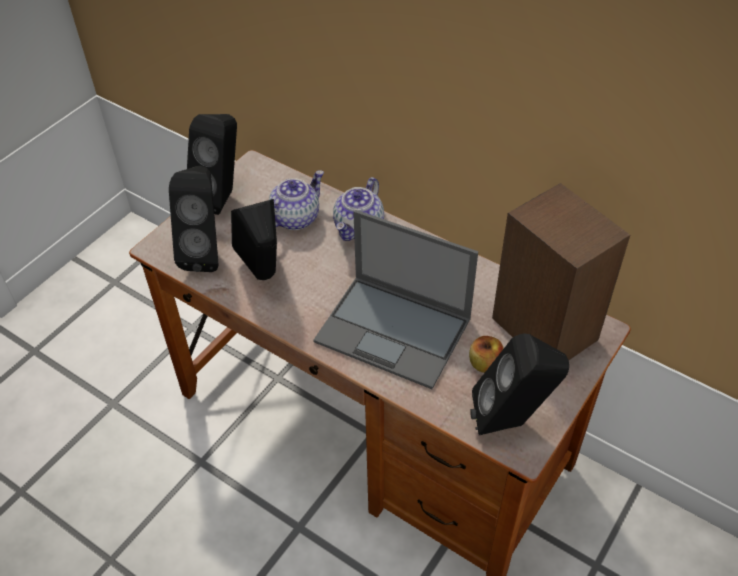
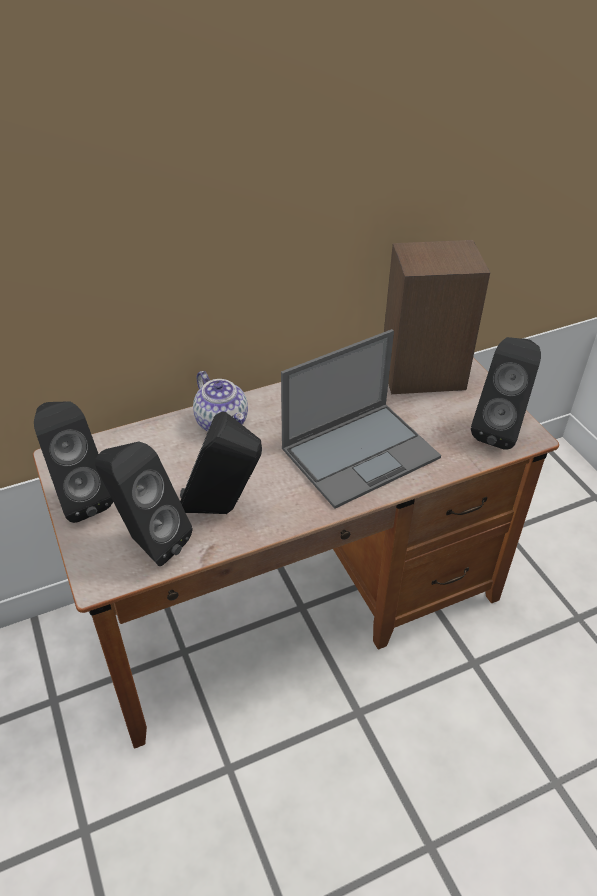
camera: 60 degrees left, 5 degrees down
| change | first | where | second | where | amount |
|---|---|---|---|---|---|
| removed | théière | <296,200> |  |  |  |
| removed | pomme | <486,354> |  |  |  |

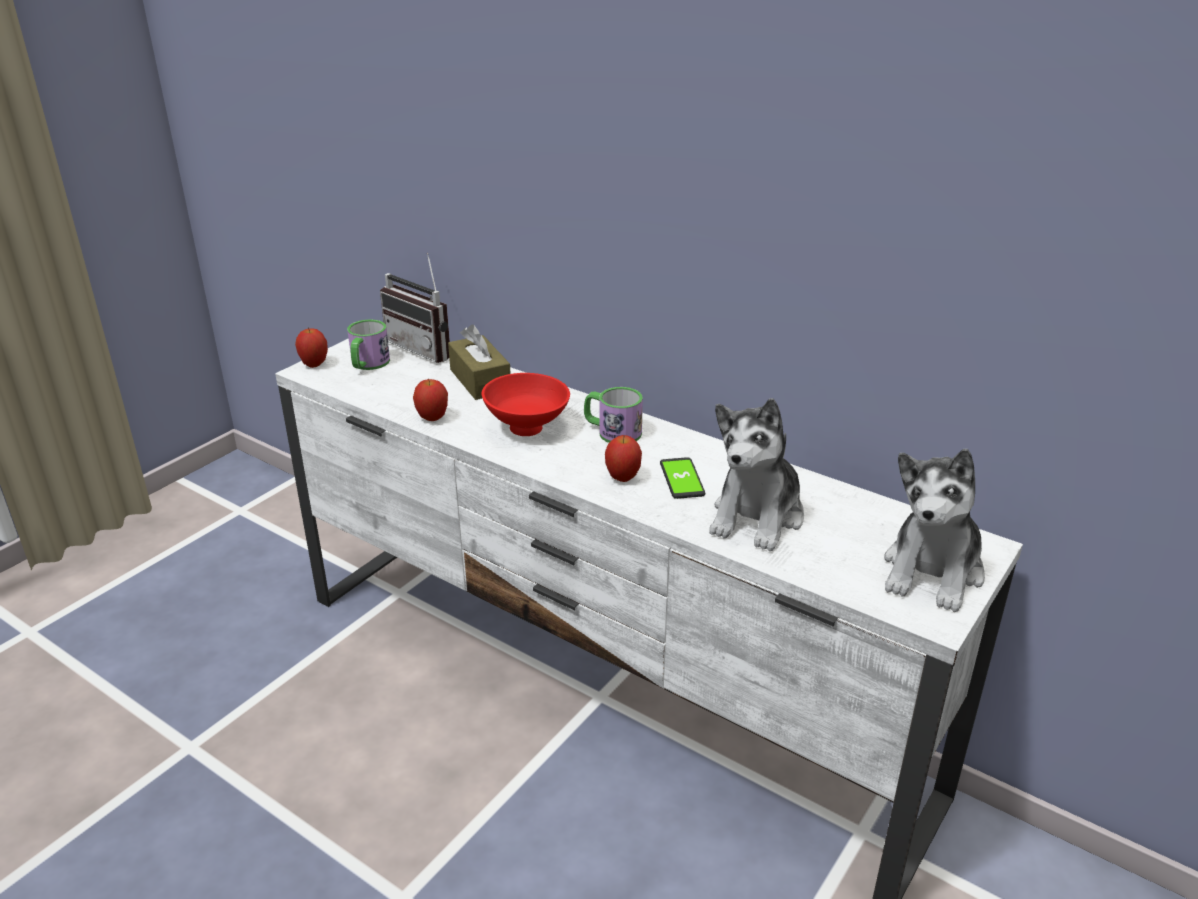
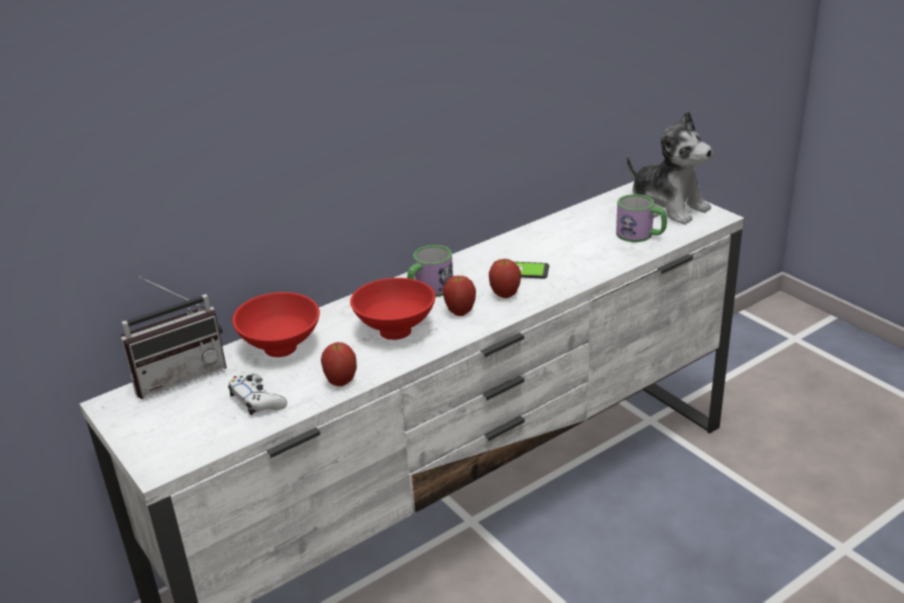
camera: 70 degrees left, 0 degrees up
| change | first | where | second | where | amount |
|---|---|---|---|---|---|
| moved | mug | <368,345> |  | <641,218> |  |
| replaced | boîte à mouchoirs (marron) | <479,362> | bol (rouge) | <276,324> |  |
| moved | pomme | <311,347> |  | <459,295> |  |
| removed | peluche | <756,474> |  |  |  |
| added |  |  | manette (blanc) | <257,393> |  |

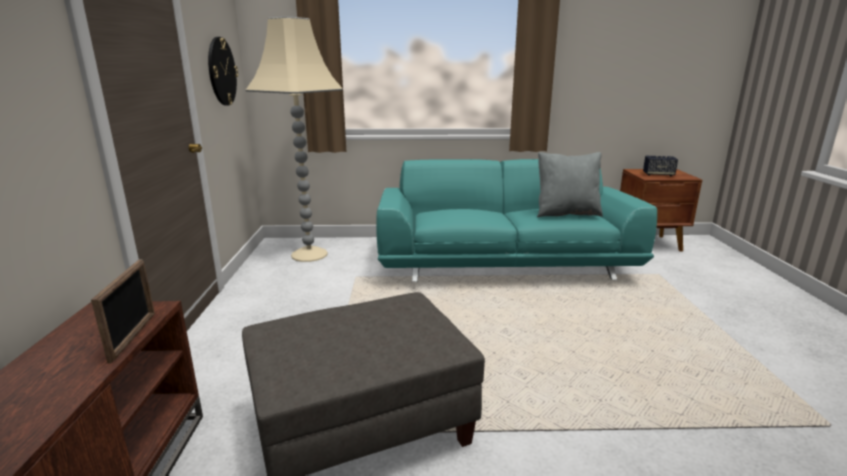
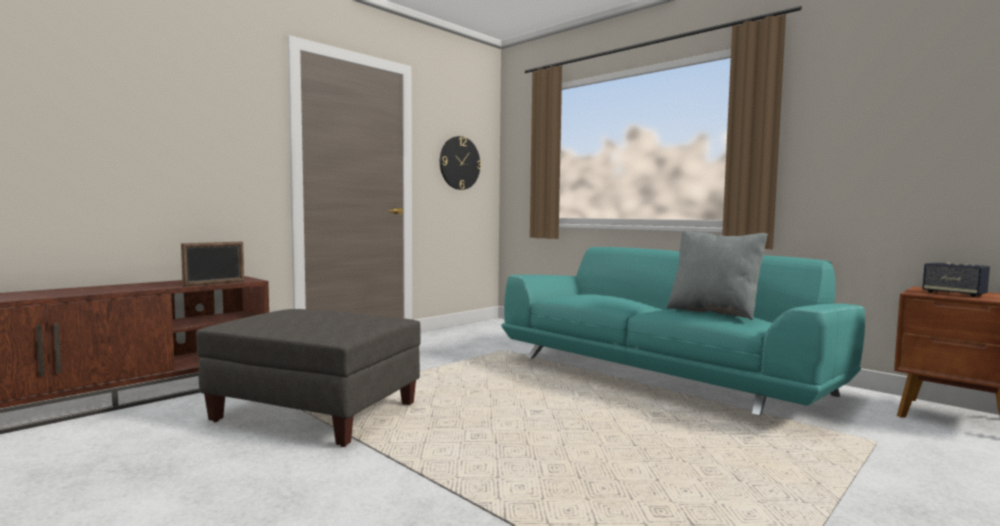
camera: 45 degrees right, 15 degrees down
| change | first | where | second | where | amount |
|---|---|---|---|---|---|
| removed | lampadaire (beige) | <294,139> |  |  |  |

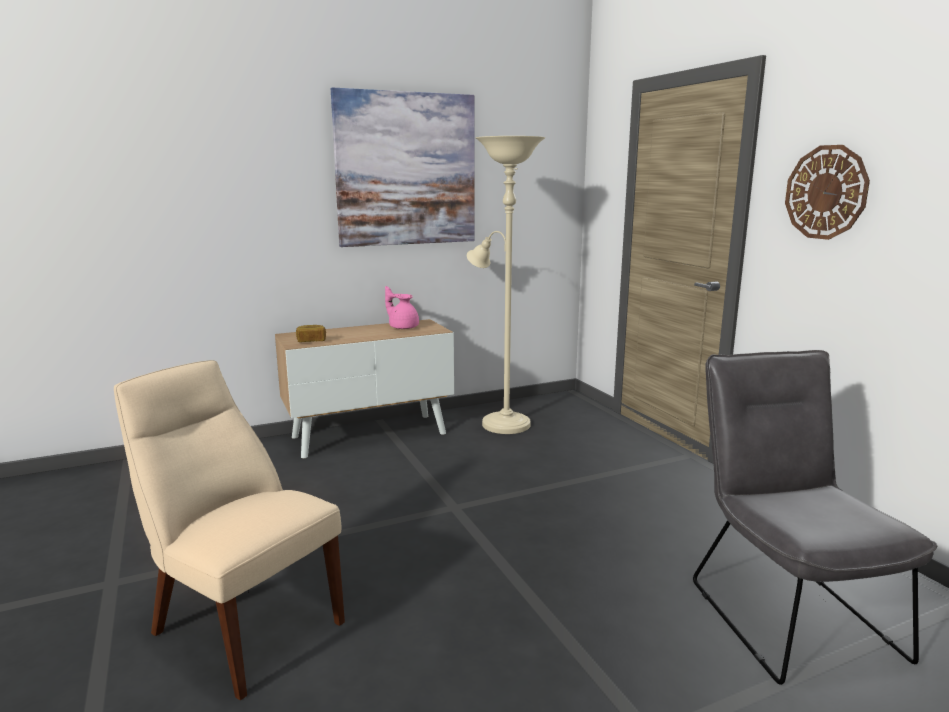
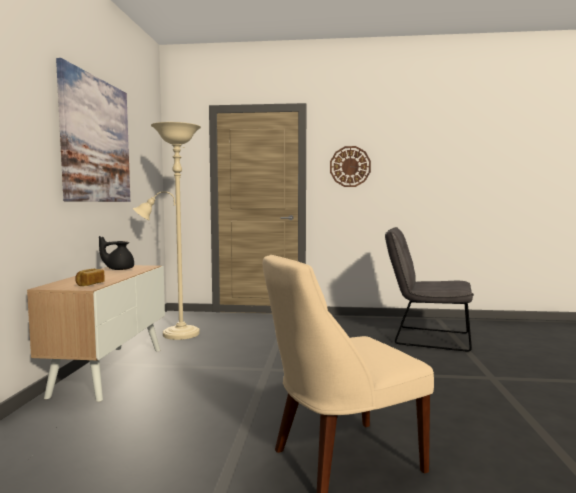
camera: 60 degrees left, 10 degrees down
| change | first | where | second | where | amount |
|---|---|---|---|---|---|
| recoloured | théière (rose) | <402,307> | théière (noir) | <116,253> |  |

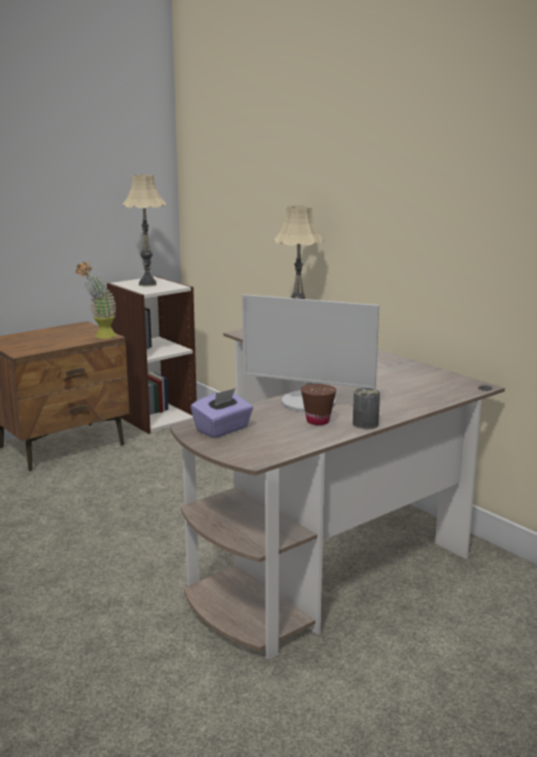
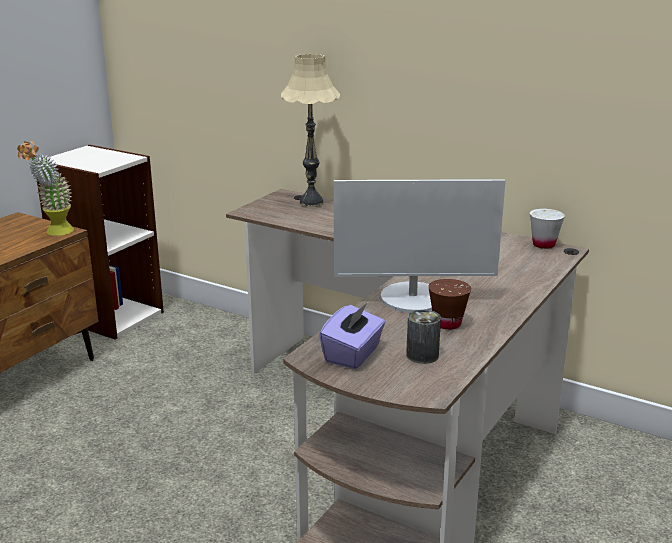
camera: 20 degrees left, 5 degrees up
| change | first | where | second | where | amount |
|---|---|---|---|---|---|
| removed | lampe de table (beige) | <144,230> |  |  |  |
| moved | boîte métallique | <366,408> |  | <423,337> |  |
| added |  |  | tasse (blanc) | <547,229> |  |

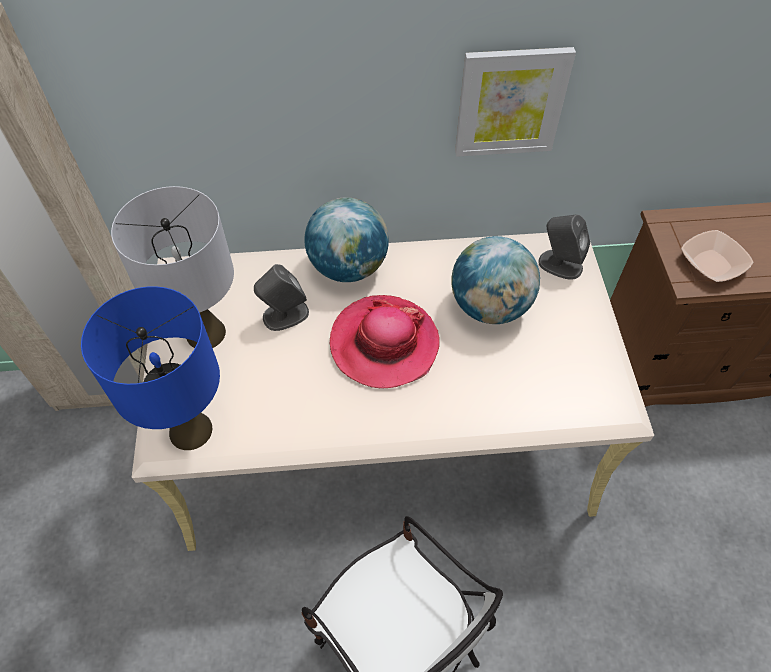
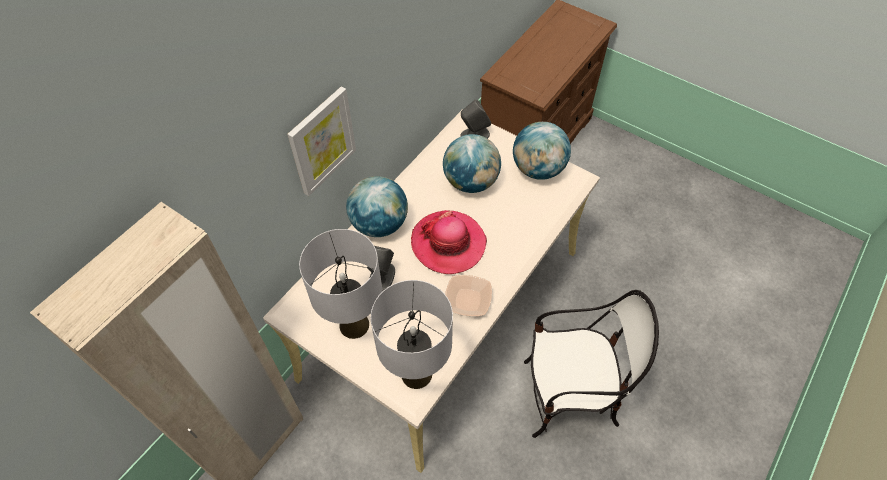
camera: 50 degrees left, 0 degrees up
| change | first | where | second | where | amount |
|---|---|---|---|---|---|
| moved | tableau | <515,102> |  | <321,141> |  |
| moved | bol | <717,256> |  | <468,295> |  |
| recoloured | lampe de table (bleu) | <150,368> | lampe de table (gris) | <412,334> |  |
| added |  |  | globe | <542,151> |  |

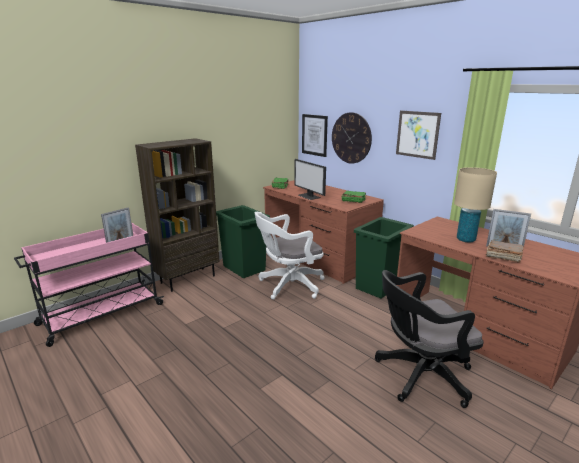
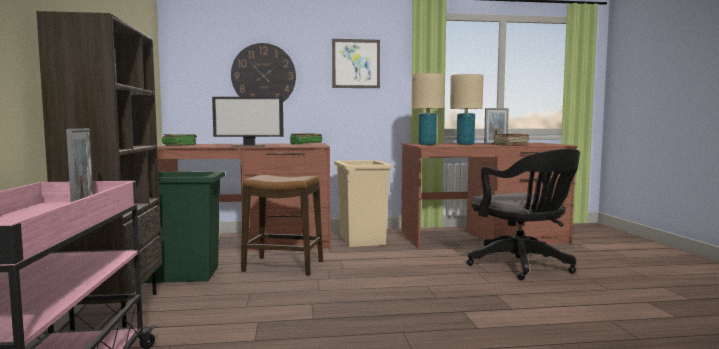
camera: 55 degrees left, 15 degrees down
| change | first | where | second | where | amount |
|---|---|---|---|---|---|
| removed | tableau | <315,135> |  |  |  |
| replaced | chaise de bureau (blanc) | <290,256> | tabouret | <282,225> |  |
| recoloured | poubelle (vert) | <384,258> | poubelle (beige) | <363,203> |  |
| turned | chaise de bureau (noir) | <429,339> |  | <523,214> | 45 degrees counterclockwise |
| added |  |  | lampe de table (beige) | <428,109> |  |

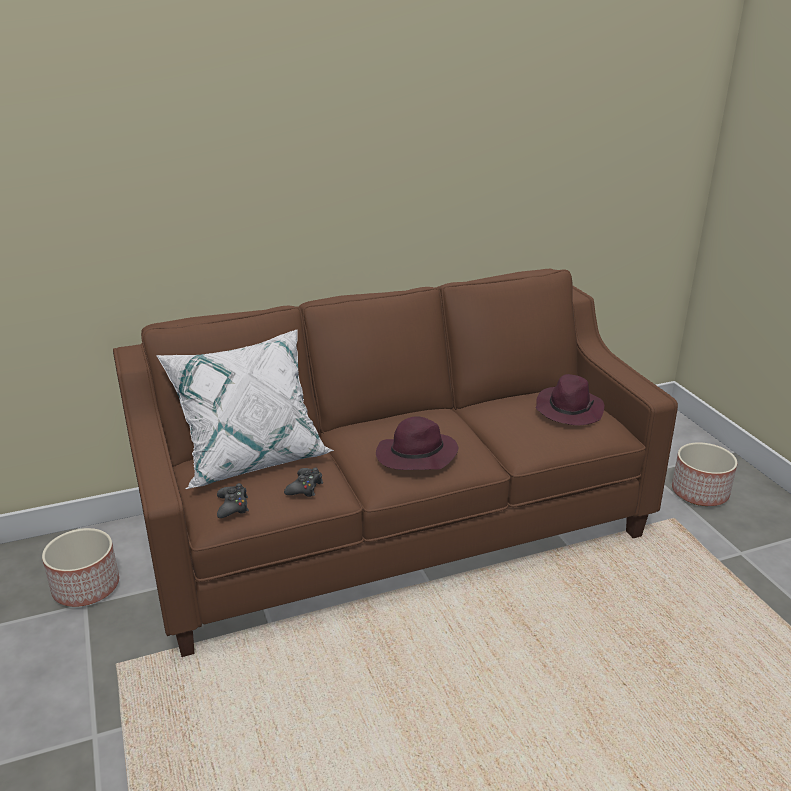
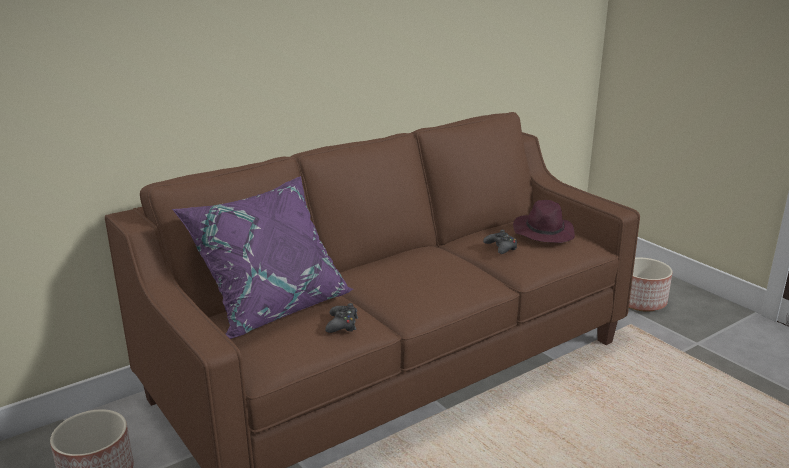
camera: 15 degrees left, 5 degrees down
| change | first | where | second | where | amount |
|---|---|---|---|---|---|
| recoloured | coussin (blanc) | <245,409> | coussin (violet) | <262,257> |  |
| removed | chapeau (violet) | <417,443> |  |  |  |
| moved | manette (noir) | <233,500> |  | <500,242> |  |

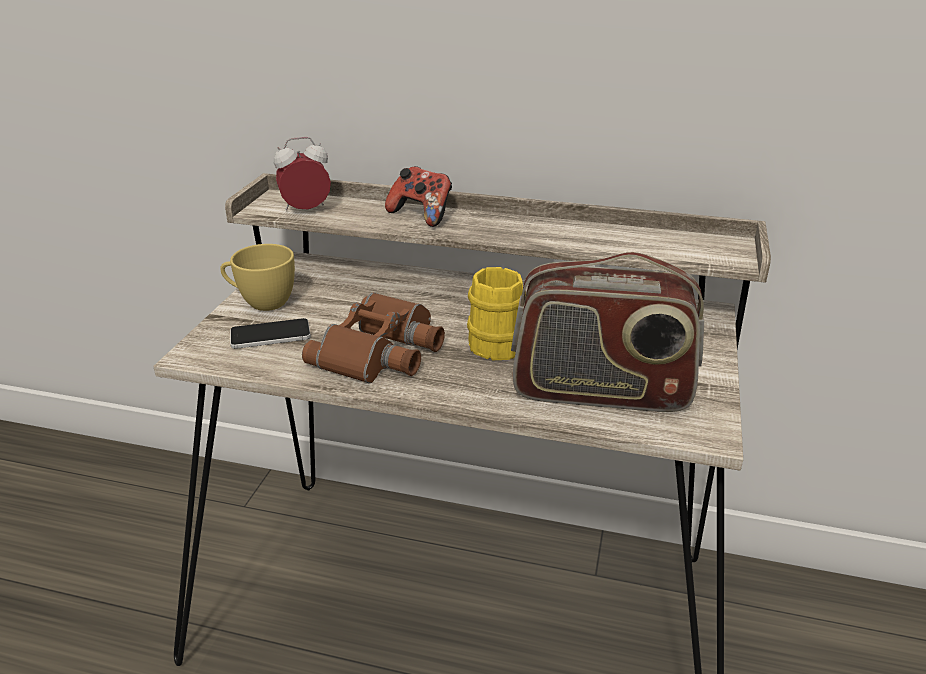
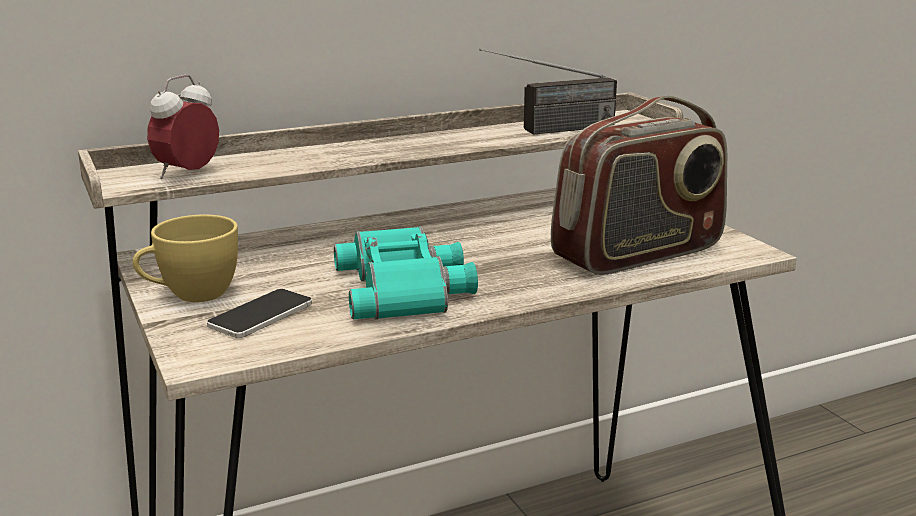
camera: 40 degrees left, 10 degrees down
| change | first | where | second | where | amount |
|---|---|---|---|---|---|
| removed | manette | <418,196> |  |  |  |
| removed | mug (jaune) | <496,313> |  |  |  |
| recoloured | jumelles (marron) | <373,338> | jumelles (turquoise) | <406,273> |  |
| added |  |  | radio | <548,91> |  |

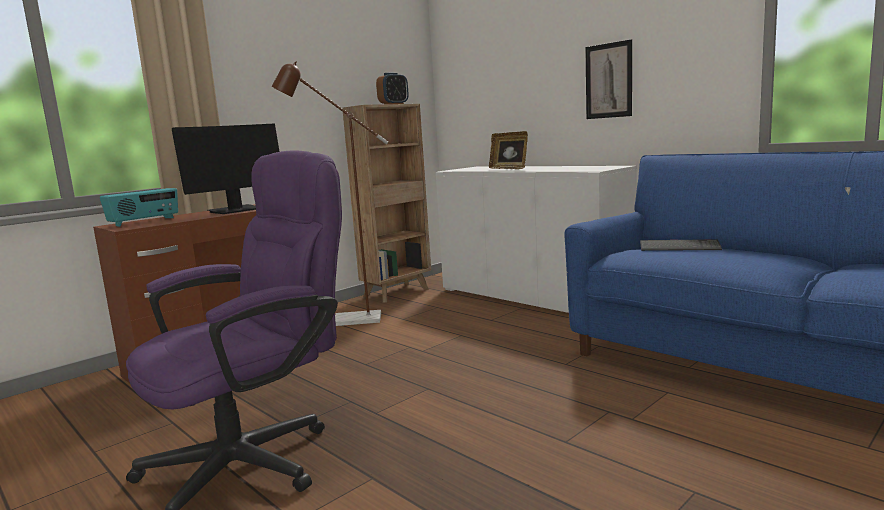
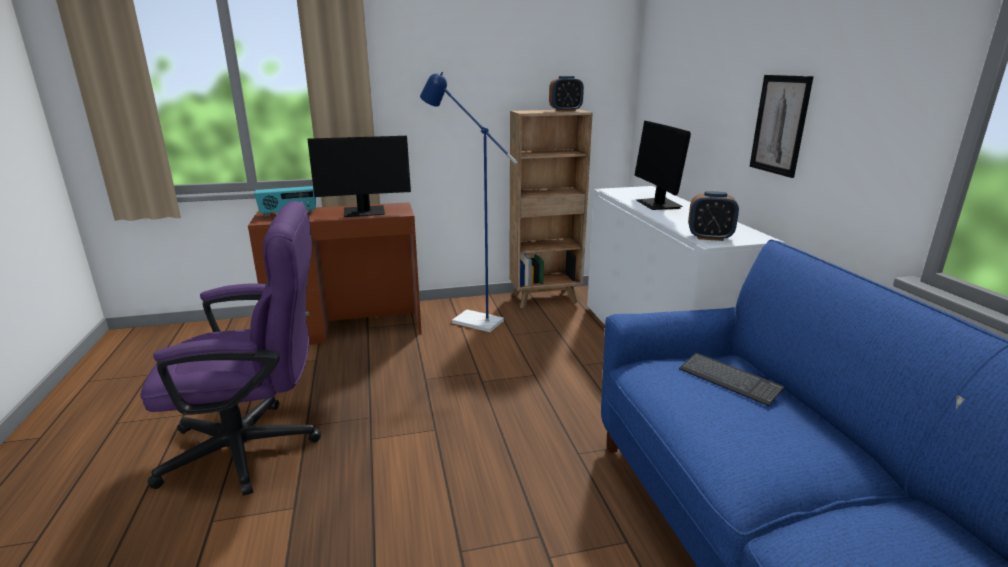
camera: 30 degrees right, 10 degrees up
| change | first | where | second | where | amount |
|---|---|---|---|---|---|
| recoloured | lampadaire (marron) | <330,193> | lampadaire (bleu) | <469,201> |  |
| replaced | cadre photo | <508,150> | écran d'ordinateur | <662,165> |  |
| added |  |  | réveil | <713,216> |  |

